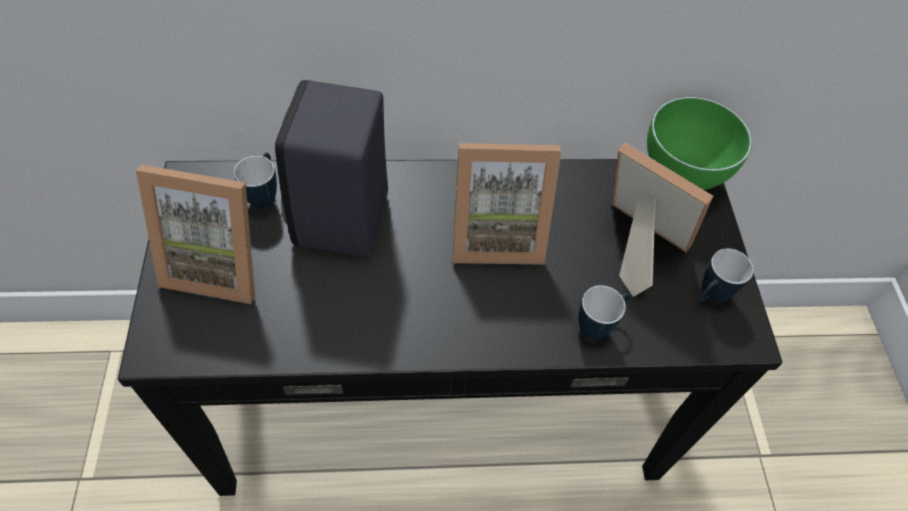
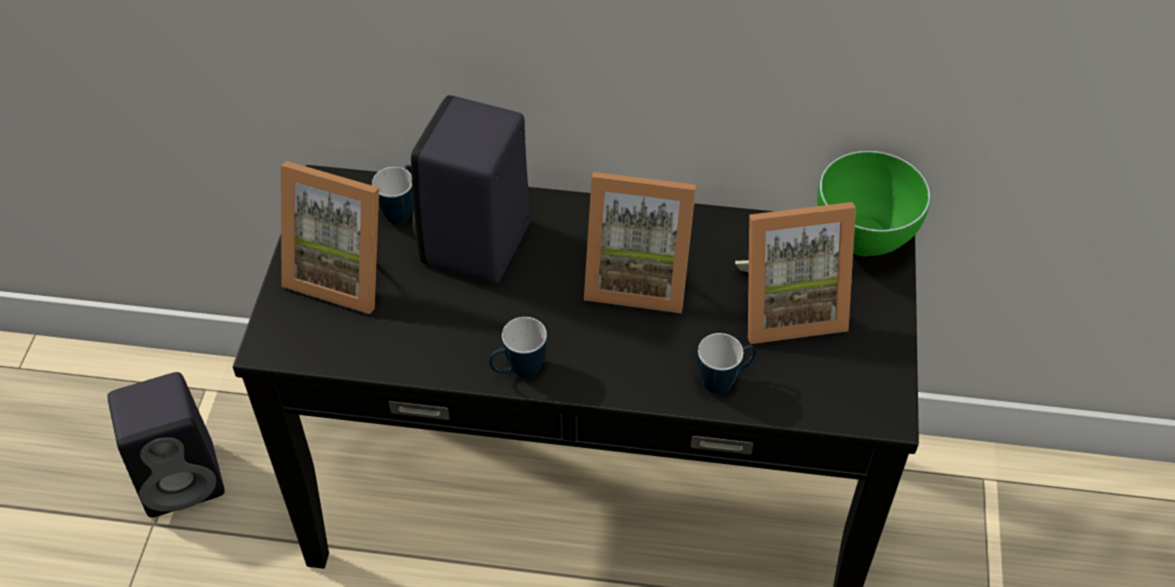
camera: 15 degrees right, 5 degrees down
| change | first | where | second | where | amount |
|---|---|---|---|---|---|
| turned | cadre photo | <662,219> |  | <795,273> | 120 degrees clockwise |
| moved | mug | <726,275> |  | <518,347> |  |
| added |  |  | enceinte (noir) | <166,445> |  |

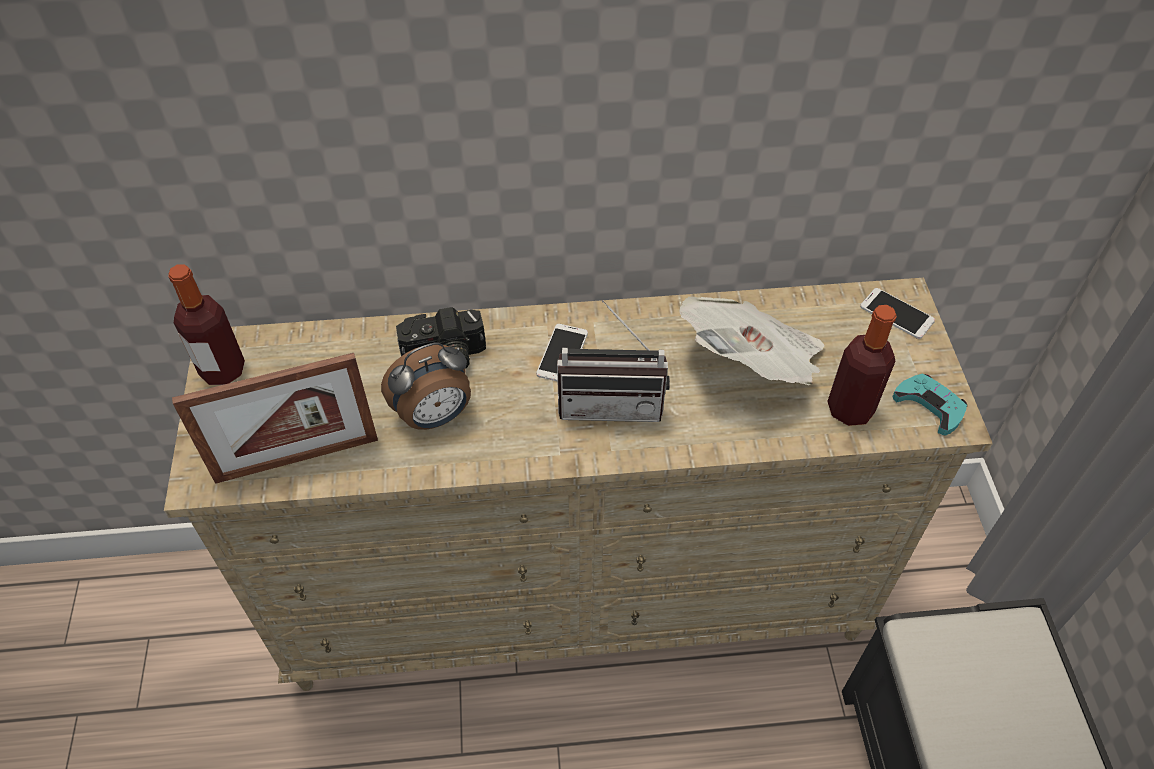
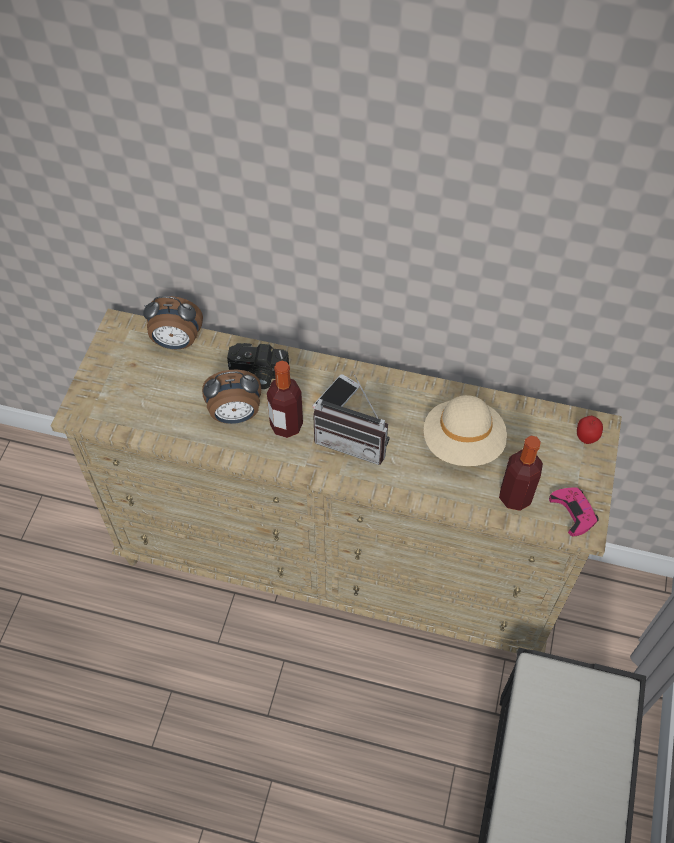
camera: 20 degrees right, 5 degrees up
| change | first | where | second | where | amount |
|---|---|---|---|---|---|
| moved | bouteille | <206,324> |  | <285,399> |  |
| replaced | téléphone | <897,313> | pomme | <590,430> |  |
| replaced | journal | <751,341> | chapeau (beige) | <465,430> |  |
| removed | cadre photo | <275,418> |  |  |  |
| recoloured | manette (turquoise) | <929,405> | manette (rose) | <574,512> |  |
| added |  |  | réveil | <173,322> |  |

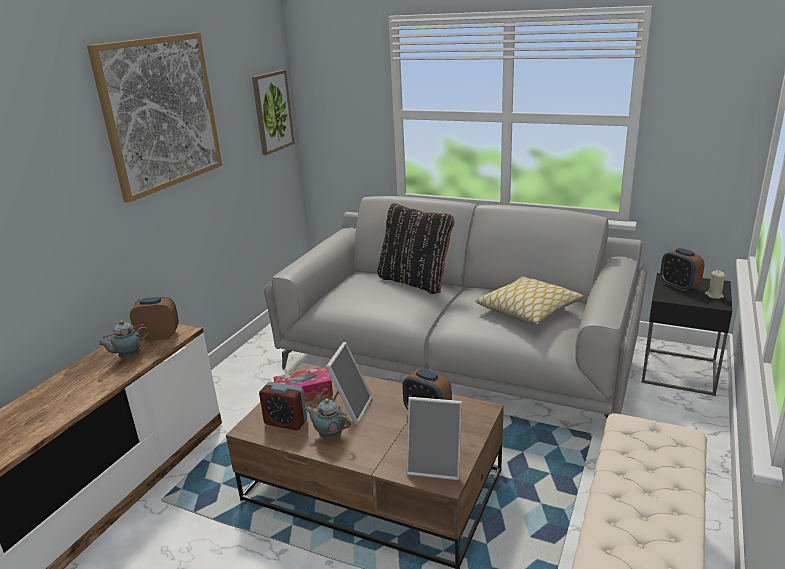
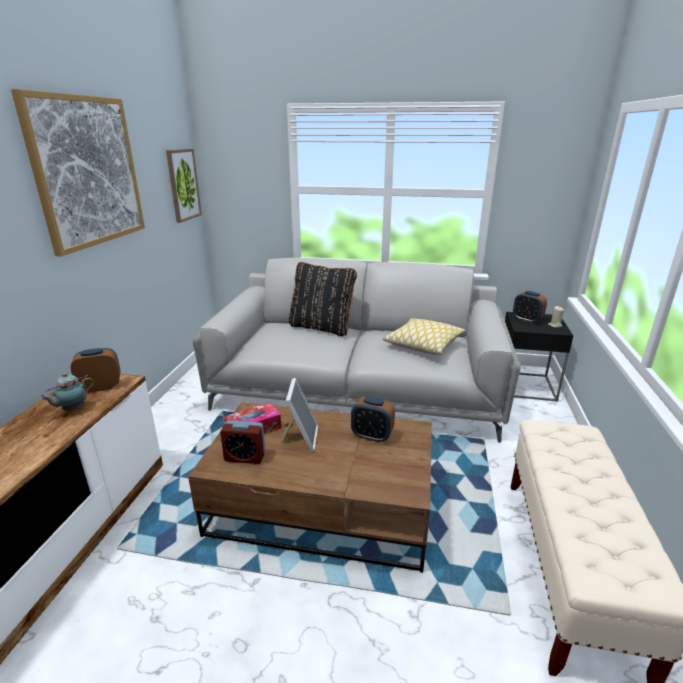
camera: 15 degrees left, 0 degrees up
| change | first | where | second | where | amount |
|---|---|---|---|---|---|
| removed | cadre photo | <434,438> |  |  |  |
| removed | théière | <327,419> |  |  |  |

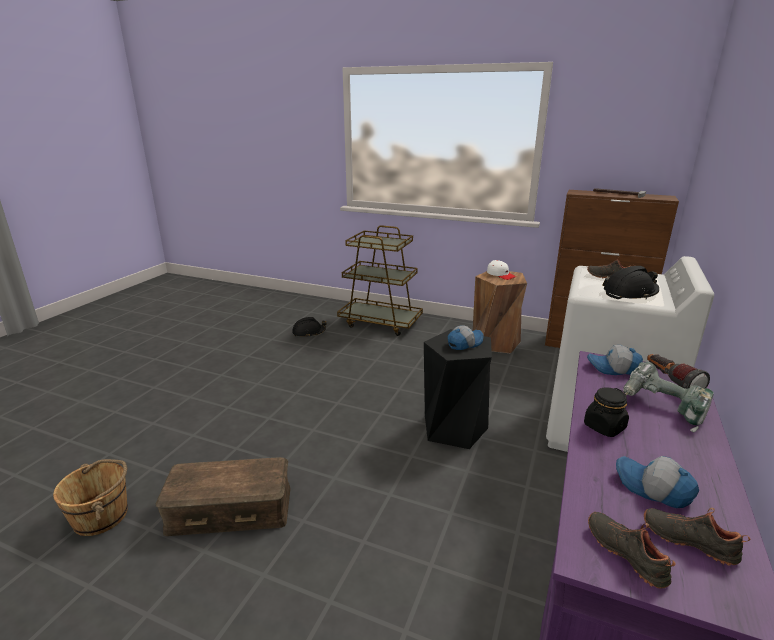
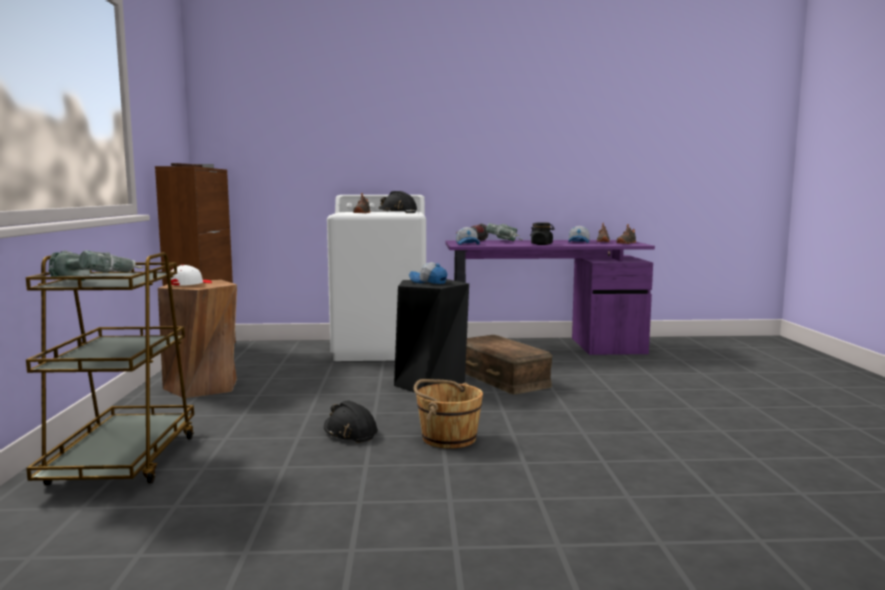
camera: 115 degrees left, 15 degrees down
| change | first | where | second | where | amount |
|---|---|---|---|---|---|
| moved | casque de chantier (noir) | <309,327> |  | <351,421> |  |
| moved | boîte de rangement (marron) | <223,496> |  | <508,364> |  |
| moved | seau (marron) | <90,497> |  | <448,414> |  |
| added |  |  | perceuse | <96,265> |  |

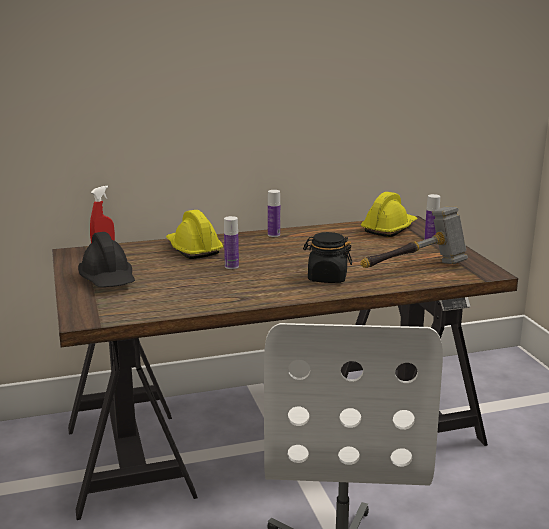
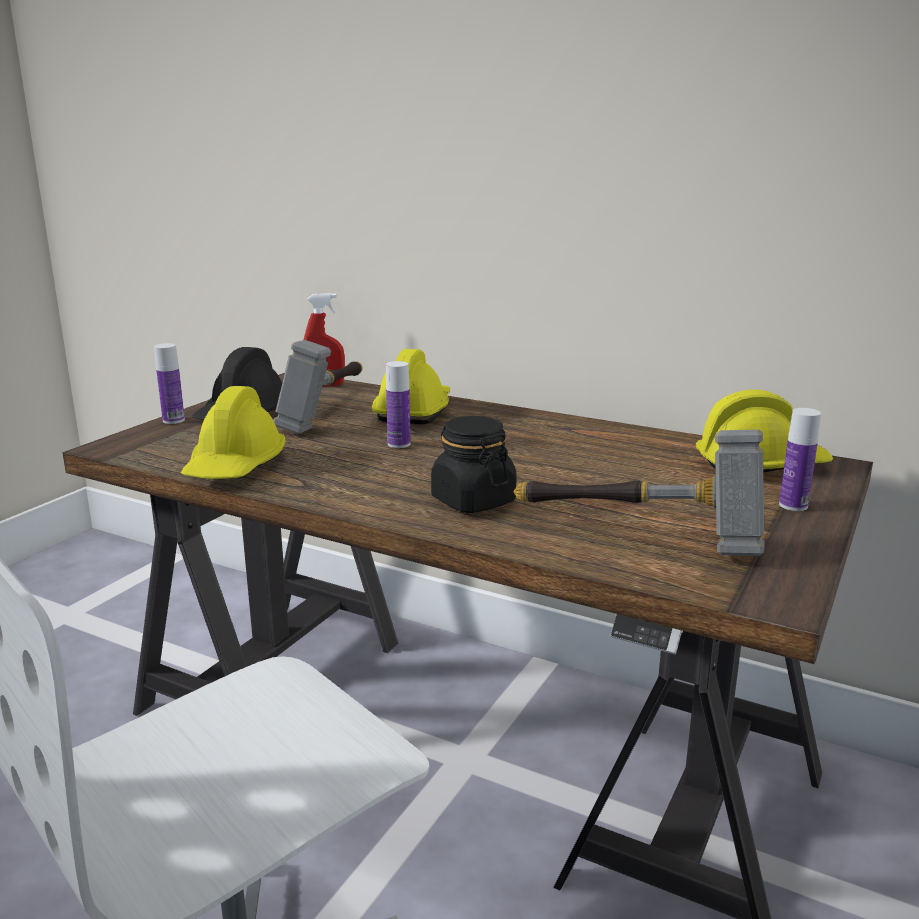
camera: 45 degrees right, 0 degrees up
| change | first | where | second | where | amount |
|---|---|---|---|---|---|
| moved | bouteille | <274,213> |  | <169,383> |  |
| added |  |  | marteau | <318,387> |  |
| added |  |  | casque de chantier (jaune) | <233,432> |  |

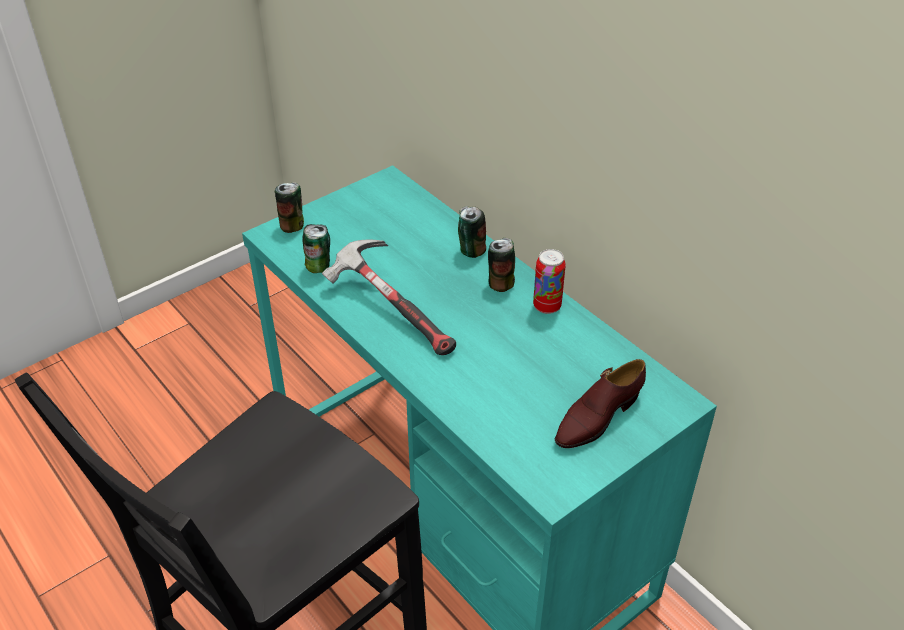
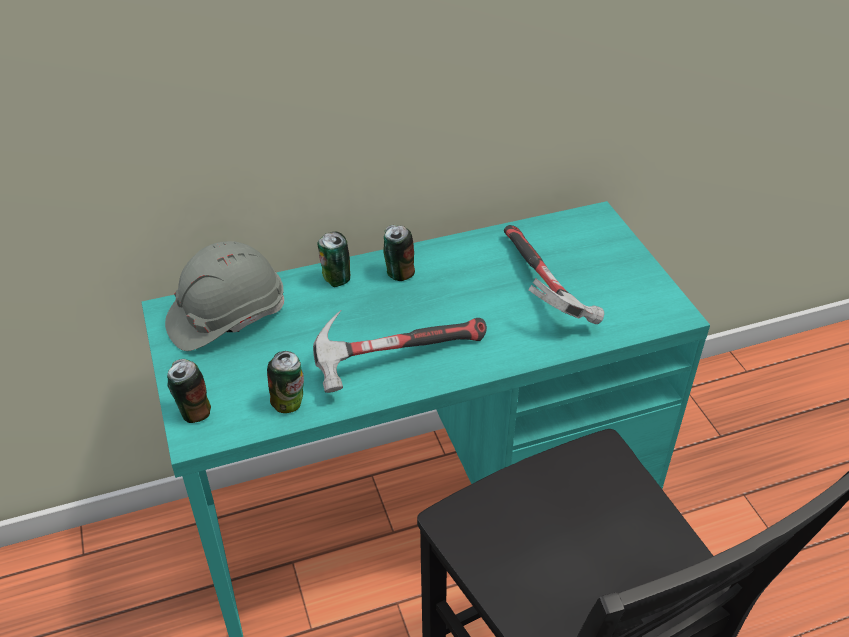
camera: 70 degrees left, 0 degrees up
| change | first | where | second | where | amount |
|---|---|---|---|---|---|
| removed | boîte métallique | <549,281> |  |  |  |
| removed | chaussure (marron) | <600,403> |  |  |  |
| added |  |  | marteau | <554,274> |  |
| added |  |  | casque de chantier (gris) | <224,296> |  |

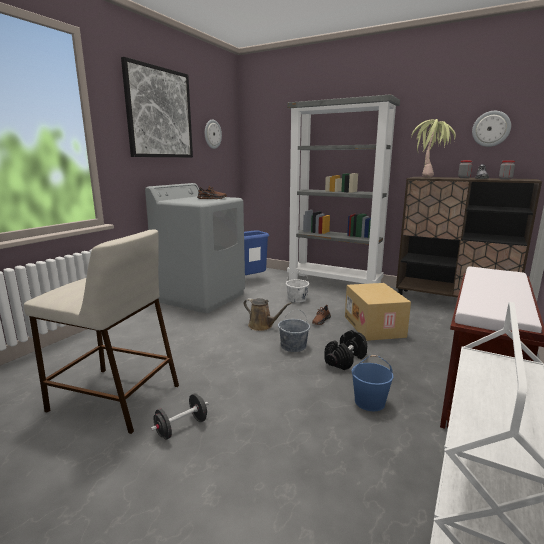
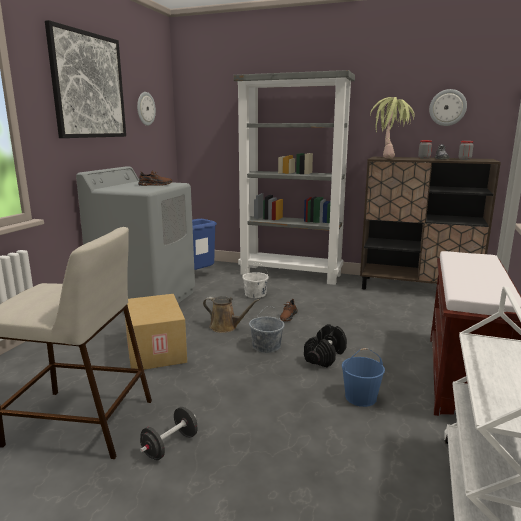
camera: 10 degrees left, 0 degrees up
| change | first | where | second | where | amount |
|---|---|---|---|---|---|
| moved | carton | <378,312> |  | <156,332> |  |

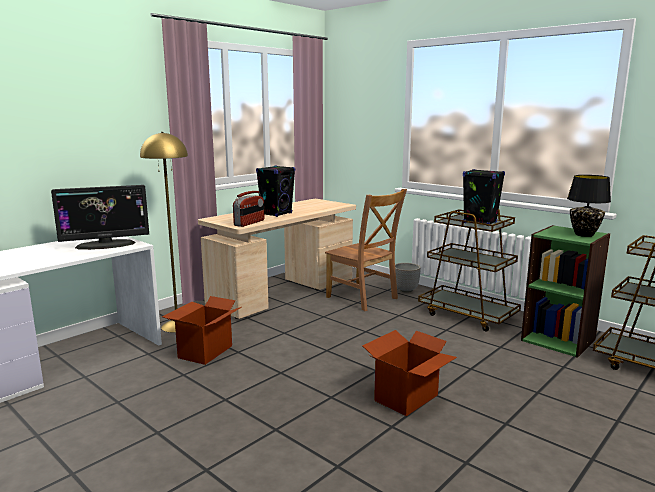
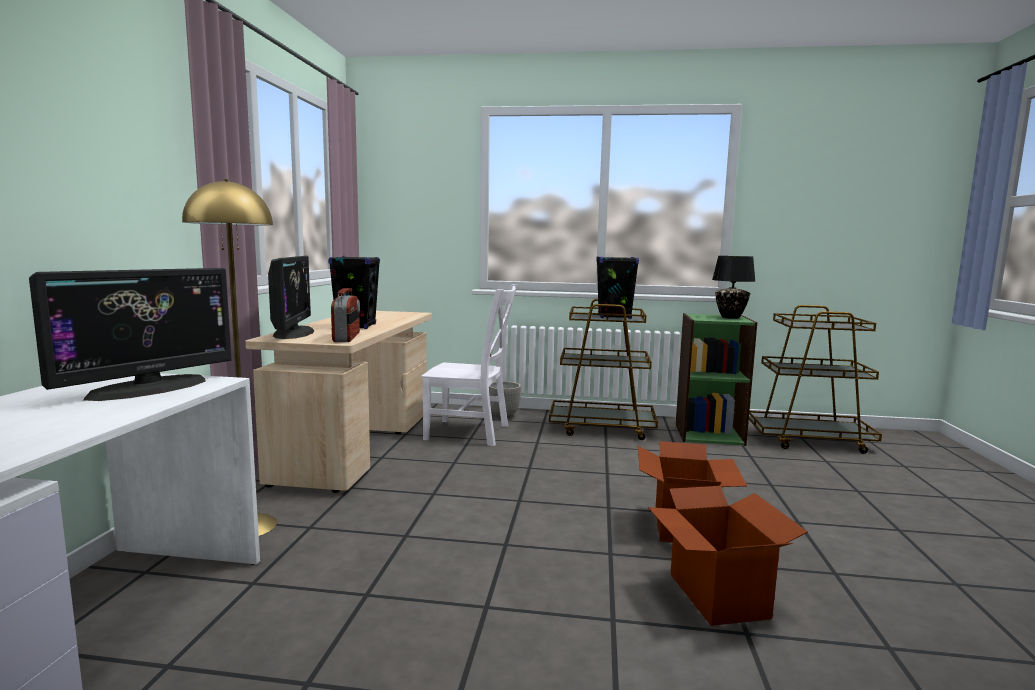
camera: 35 degrees left, 5 degrees down
| change | first | where | second | where | amount |
|---|---|---|---|---|---|
| recoloured | chaise (marron) | <366,250> | chaise (blanc) | <469,365> |  |
| moved | carton | <202,330> |  | <728,556> |  |
| added |  |  | écran d'ordinateur | <291,297> |  |

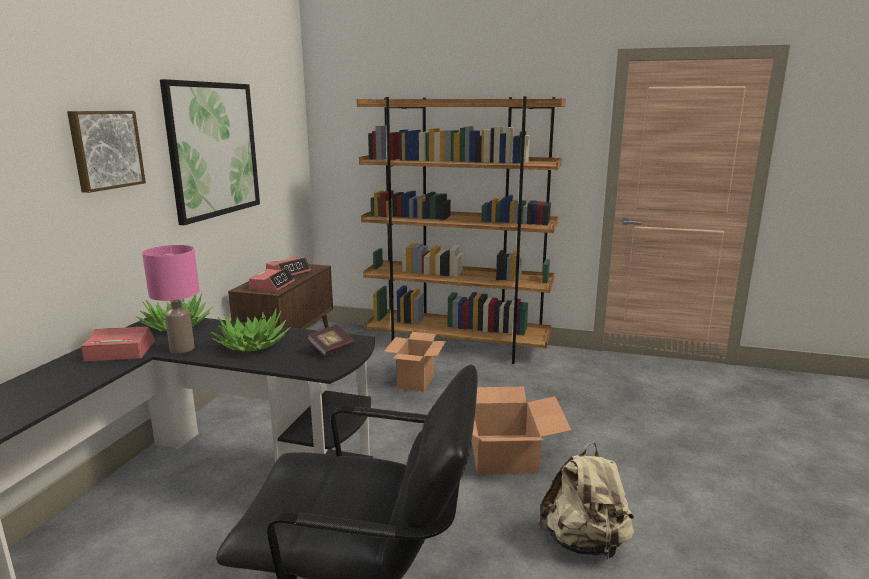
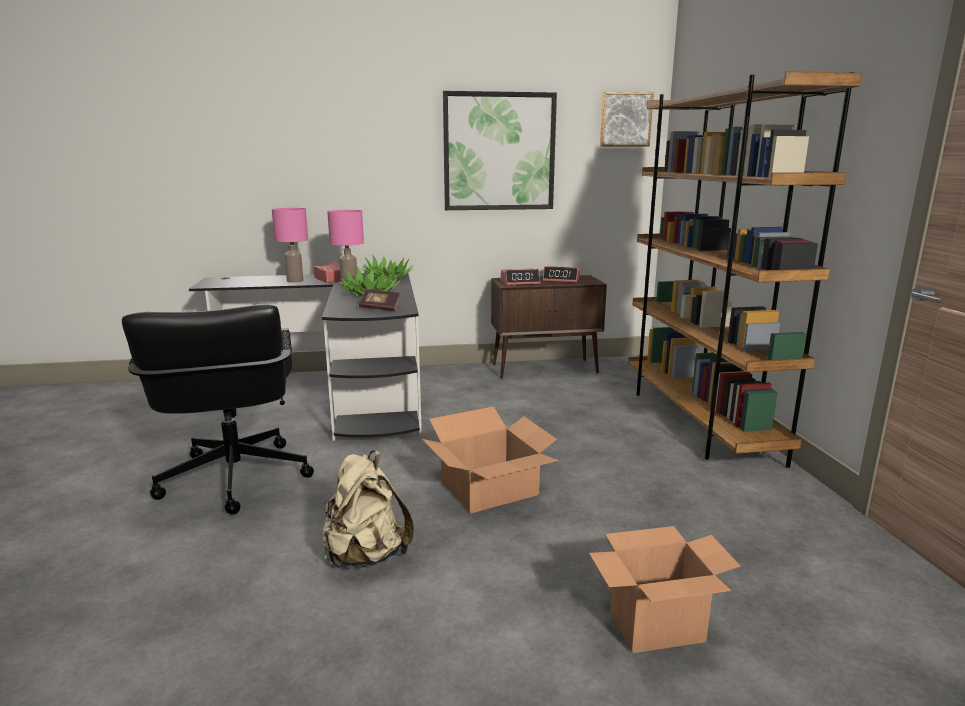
camera: 65 degrees right, 0 degrees up
| change | first | where | second | where | amount |
|---|---|---|---|---|---|
| moved | tableau | <106,152> |  | <627,119> |  |
| moved | carton | <415,362> |  | <665,589> |  |
| added |  |  | lampe de table (rose) | <290,245> |  |

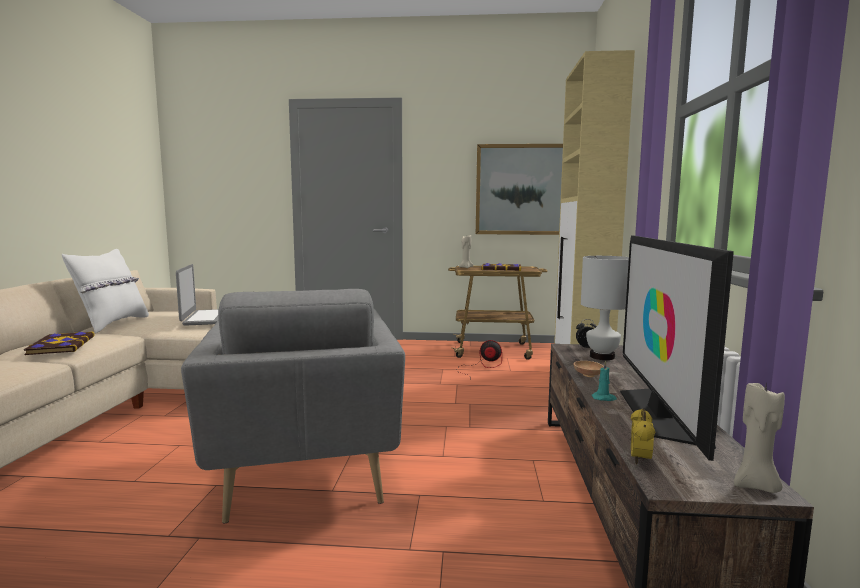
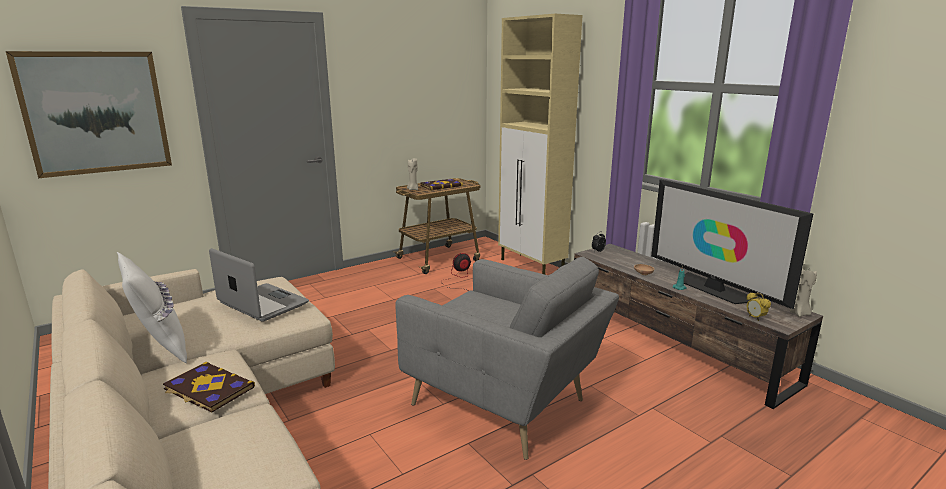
camera: 40 degrees left, 10 degrees up
| change | first | where | second | where | amount |
|---|---|---|---|---|---|
| moved | tableau | <519,189> |  | <89,114> |  |
| removed | lampe de table (blanc) | <605,308> |  |  |  |

